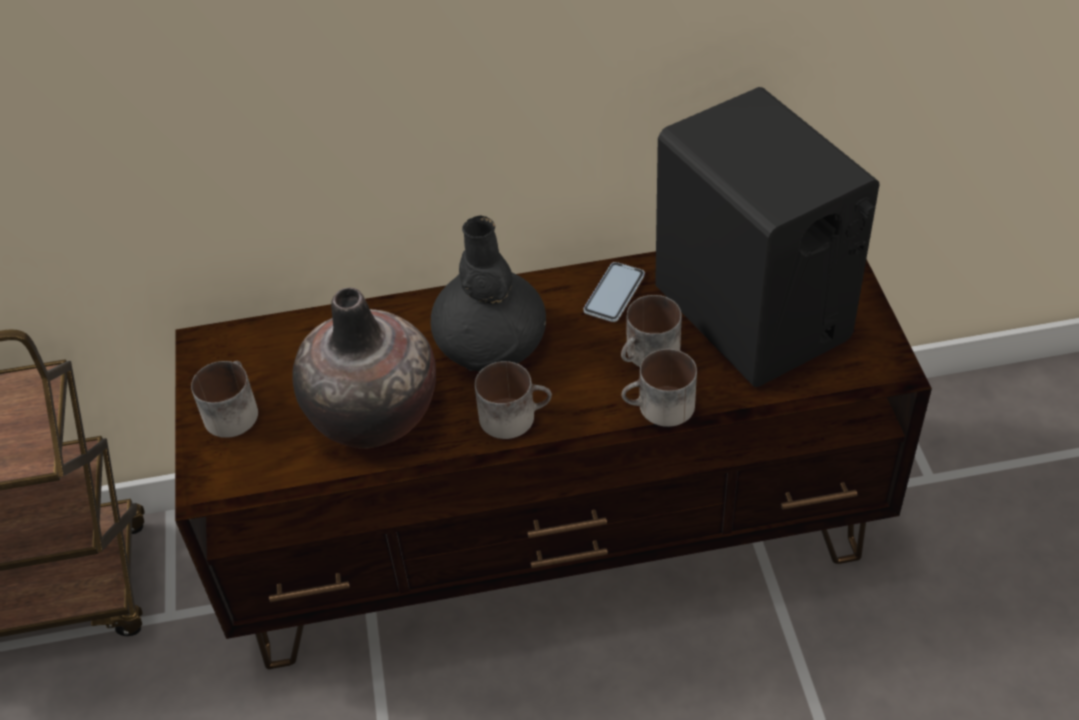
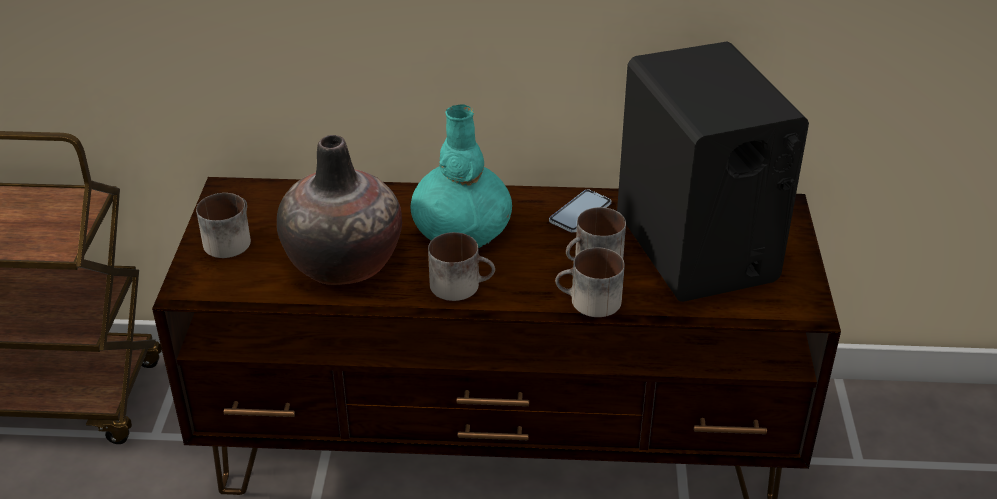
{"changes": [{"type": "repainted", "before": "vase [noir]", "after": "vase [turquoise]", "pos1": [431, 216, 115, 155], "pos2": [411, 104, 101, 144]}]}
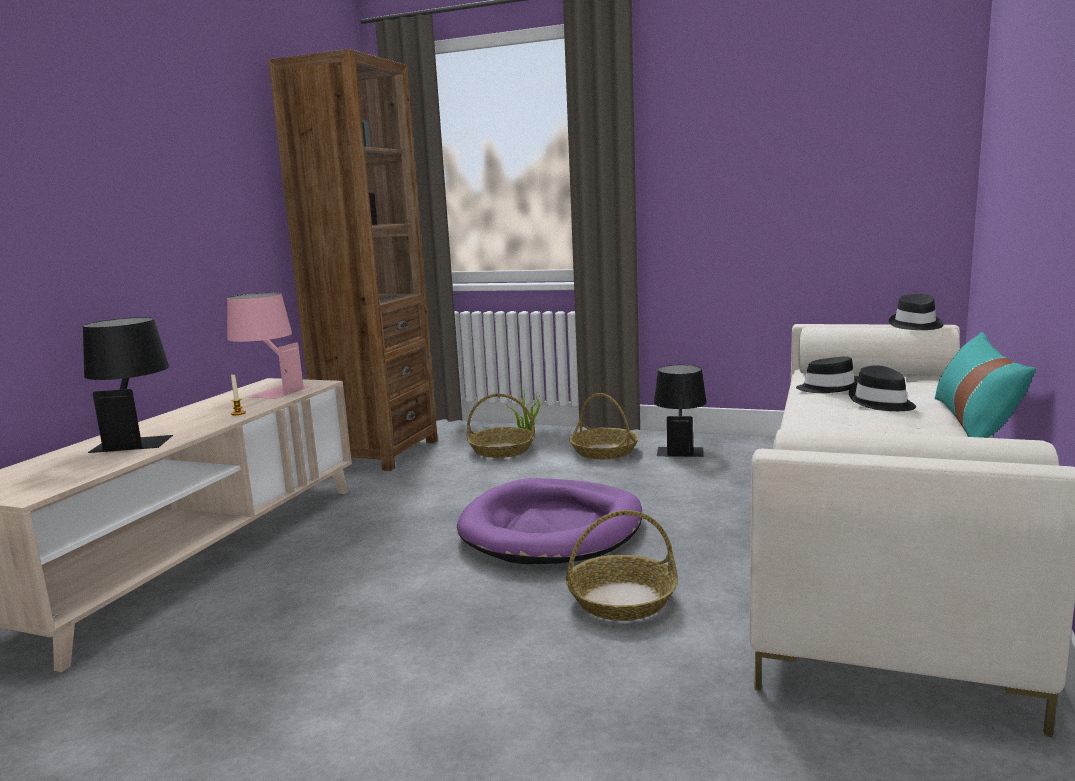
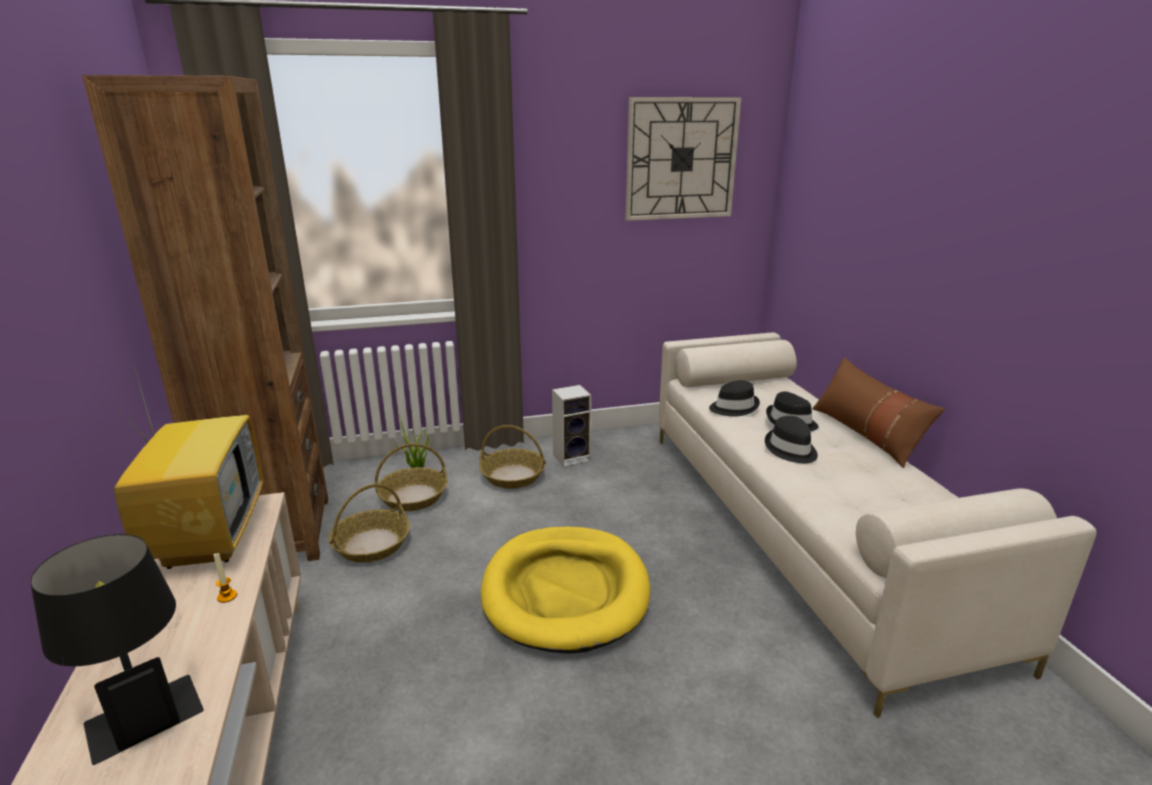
{"changes": [{"type": "new", "after": "horloge murale", "pos2": [625, 97, 116, 124]}, {"type": "shifted", "before": "panier", "pos1": [566, 510, 112, 111], "pos2": [329, 484, 81, 78]}, {"type": "shifted", "before": "chapeau [noir]", "pos1": [889, 294, 54, 36], "pos2": [765, 416, 53, 47]}, {"type": "swapped", "before": "lampe de table [rose]", "after": "téléviseur", "pos1": [227, 293, 84, 106], "pos2": [111, 359, 152, 210]}, {"type": "swapped", "before": "lampe de table [noir]", "after": "enceinte", "pos1": [654, 365, 53, 92], "pos2": [552, 385, 39, 82]}, {"type": "repainted", "before": "panier pour chien [violet]", "after": "panier pour chien [jaune]", "pos1": [457, 478, 185, 86], "pos2": [481, 527, 169, 127]}, {"type": "repainted", "before": "coussin [turquoise]", "after": "coussin [marron]", "pos1": [935, 332, 101, 106], "pos2": [812, 358, 133, 110]}]}
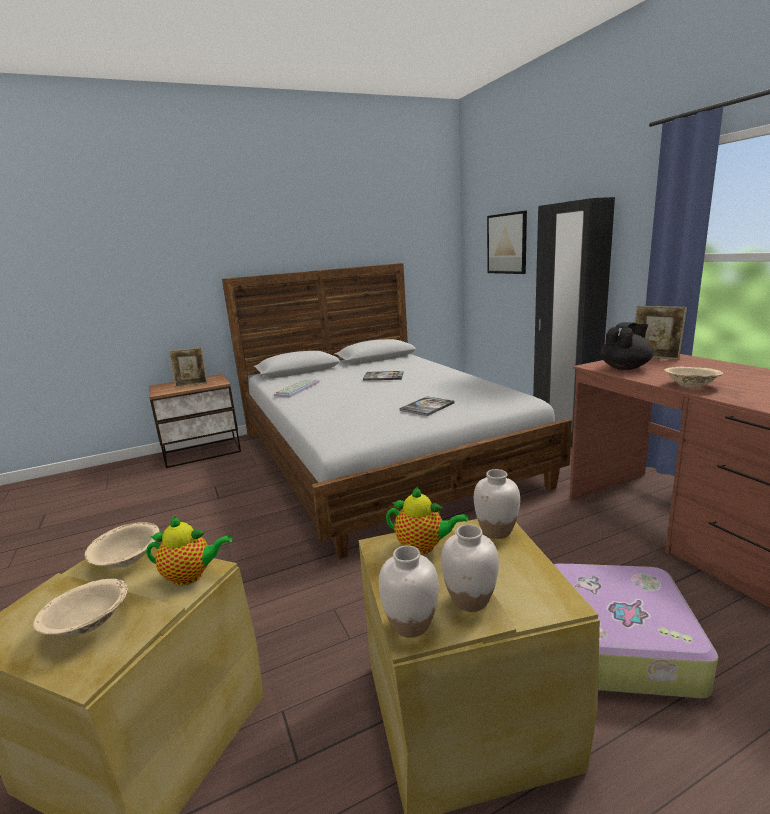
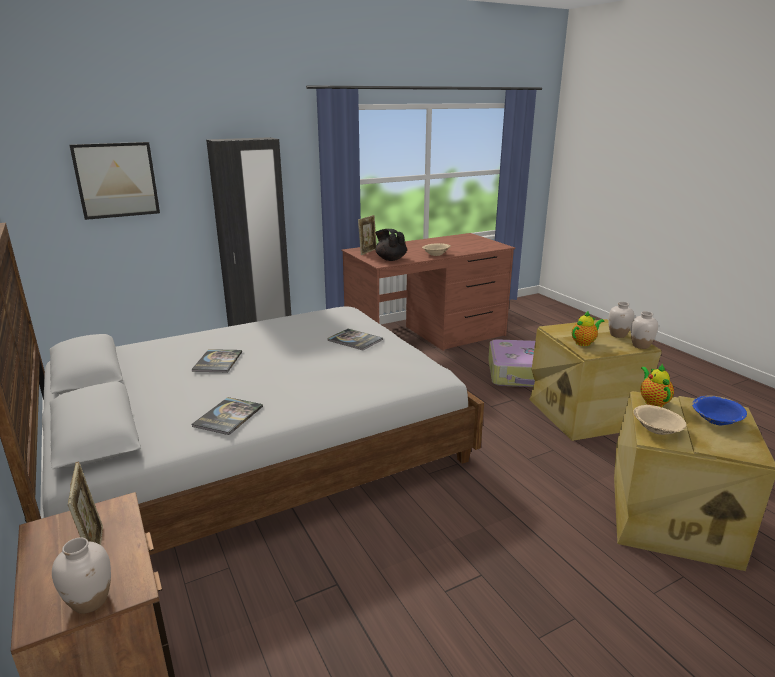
{"changes": [{"type": "shifted", "before": "vase [blanc]", "pos1": [474, 469, 46, 70], "pos2": [52, 538, 59, 76]}, {"type": "swapped", "before": "clavier", "after": "livre", "pos1": [274, 379, 46, 19], "pos2": [192, 397, 71, 38]}, {"type": "repainted", "before": "bol [beige]", "after": "bol [bleu]", "pos1": [33, 579, 95, 58], "pos2": [692, 396, 55, 29]}, {"type": "rotated", "before": "théière", "pos1": [386, 487, 82, 68], "pos2": [572, 311, 32, 35], "turn": 45}]}
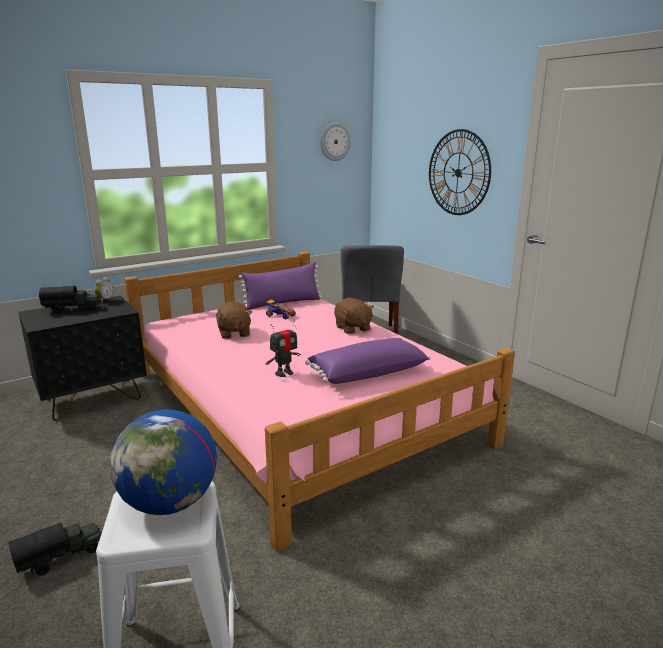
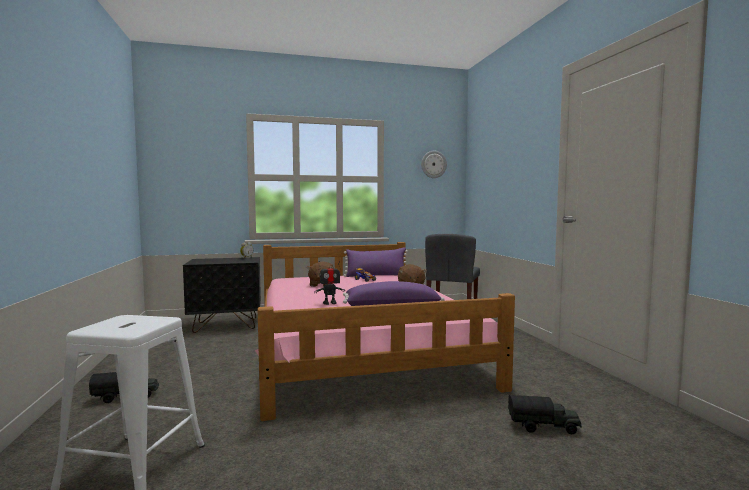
{"changes": [{"type": "gone", "before": "globe", "pos1": [110, 409, 107, 106]}, {"type": "gone", "before": "horloge murale", "pos1": [429, 129, 62, 86]}, {"type": "shifted", "before": "camion jouet", "pos1": [39, 286, 63, 28], "pos2": [508, 395, 74, 39]}]}
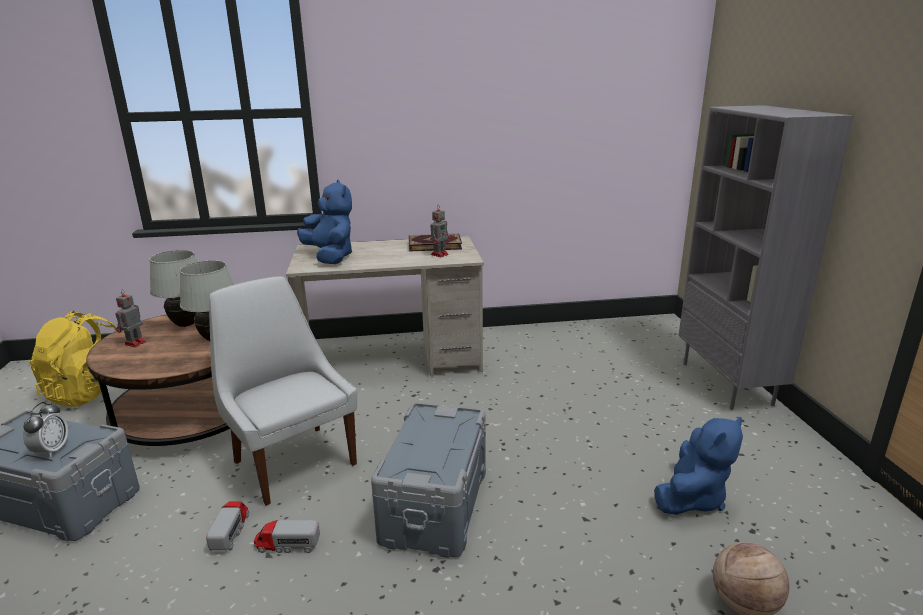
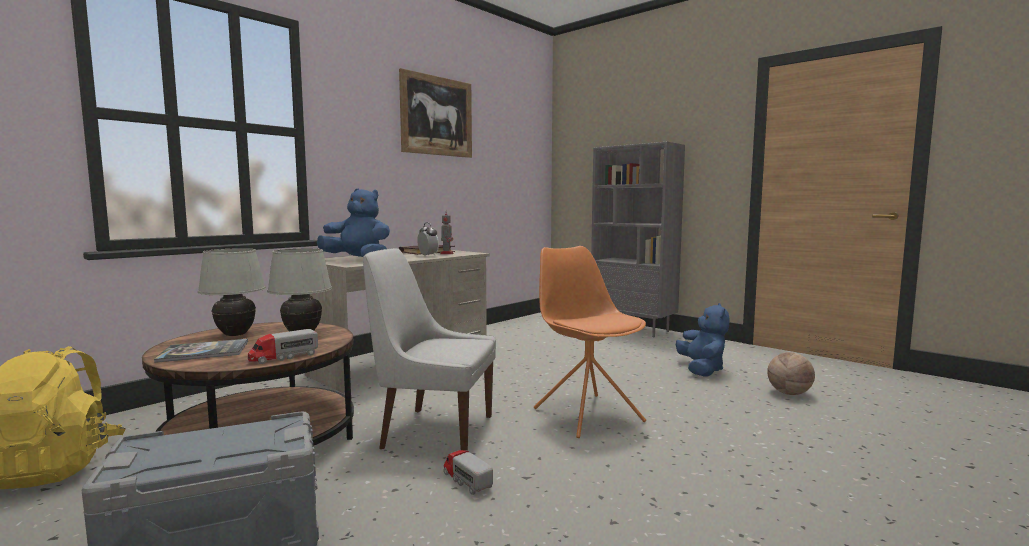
{"changes": [{"type": "new", "after": "tableau", "pos2": [399, 68, 73, 90]}, {"type": "shifted", "before": "réveil", "pos1": [23, 402, 45, 55], "pos2": [417, 222, 22, 34]}, {"type": "shifted", "before": "camion jouet", "pos1": [254, 520, 66, 33], "pos2": [248, 329, 70, 35]}, {"type": "swapped", "before": "robot jouet", "after": "livre", "pos1": [116, 289, 30, 58], "pos2": [154, 339, 94, 24]}, {"type": "swapped", "before": "boîte de rangement [gris]", "after": "chaise [orange]", "pos1": [371, 402, 115, 156], "pos2": [534, 246, 112, 192]}]}
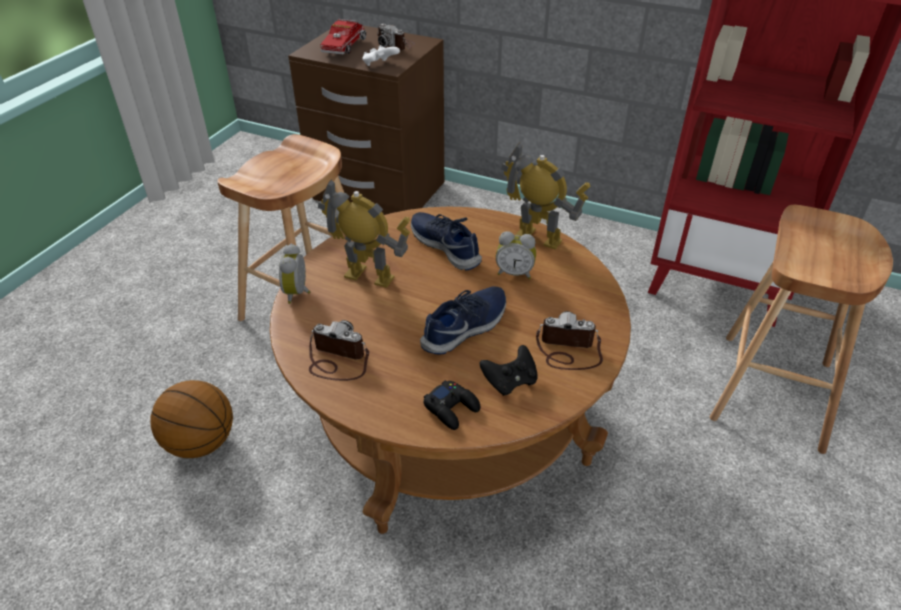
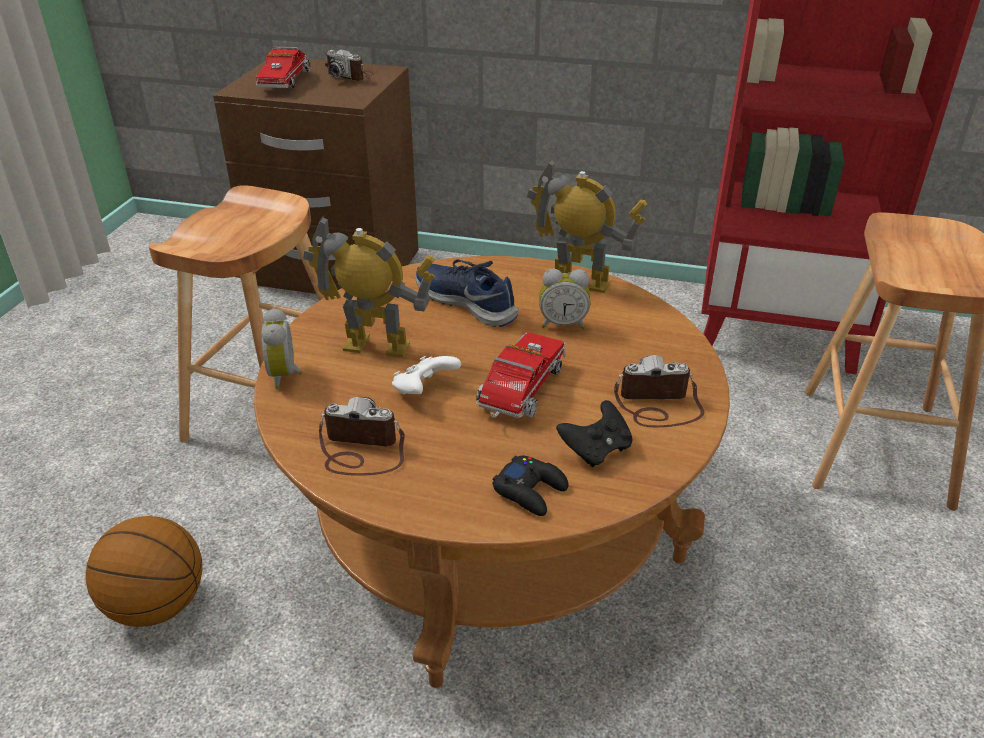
{"changes": [{"type": "shifted", "before": "manette [blanc]", "pos1": [362, 45, 38, 21], "pos2": [392, 356, 69, 38]}, {"type": "swapped", "before": "chaussure [bleu]", "after": "camion jouet", "pos1": [420, 287, 86, 67], "pos2": [476, 332, 90, 86]}]}
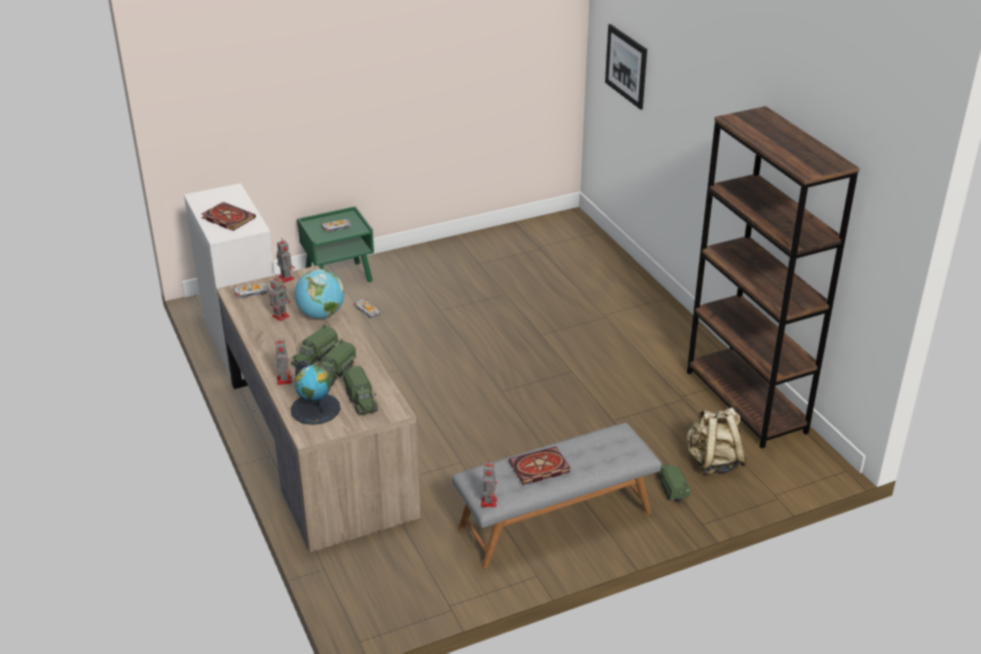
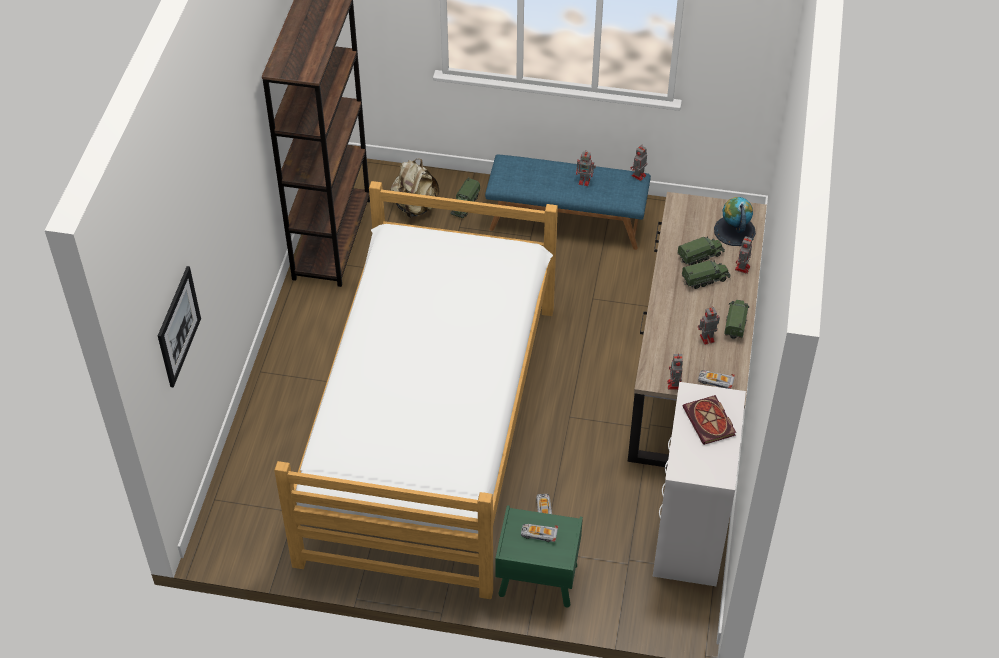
{"changes": [{"type": "gone", "before": "globe", "pos1": [295, 269, 49, 50]}, {"type": "new", "after": "lit", "pos2": [274, 181, 284, 418]}, {"type": "shifted", "before": "camion jouet", "pos1": [343, 366, 35, 49], "pos2": [724, 300, 25, 40]}, {"type": "swapped", "before": "livre", "after": "robot jouet", "pos1": [509, 446, 61, 39], "pos2": [576, 150, 20, 36]}, {"type": "repainted", "before": "banc [gris]", "after": "banc [bleu]", "pos1": [452, 423, 210, 146], "pos2": [485, 154, 166, 96]}]}
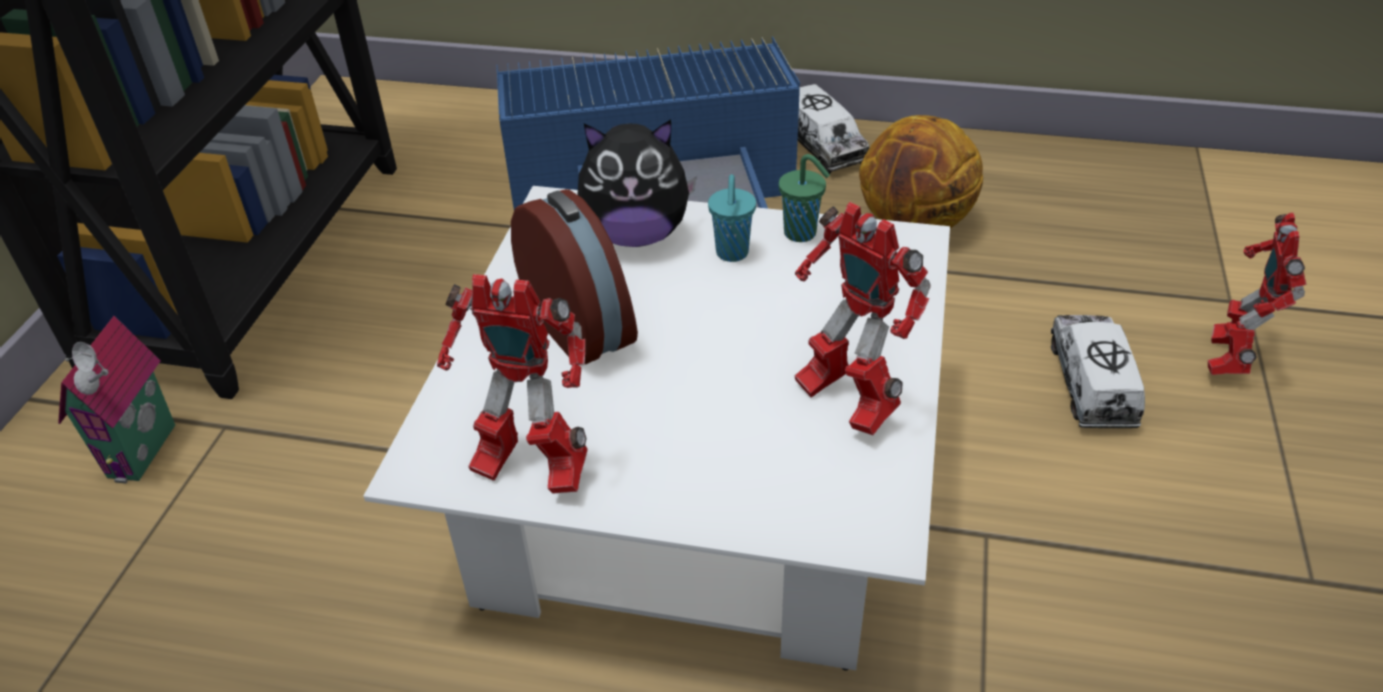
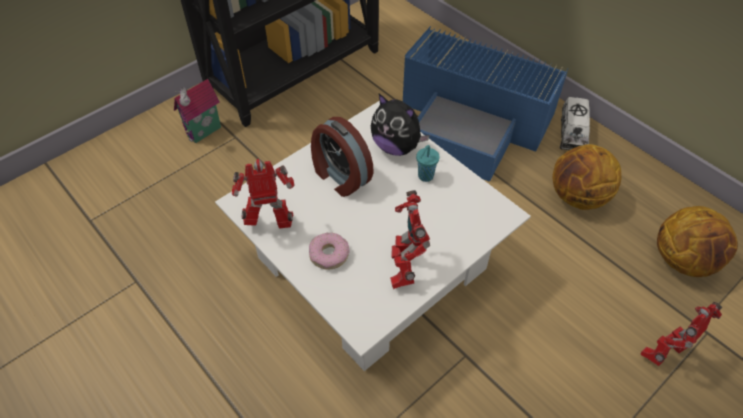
{"changes": [{"type": "gone", "before": "tasse [vert]", "pos1": [779, 154, 51, 88]}, {"type": "gone", "before": "camion jouet", "pos1": [1051, 315, 94, 113]}, {"type": "new", "after": "beignet", "pos2": [309, 233, 41, 37]}, {"type": "new", "after": "ballon de basket", "pos2": [657, 206, 81, 71]}, {"type": "rotated", "before": "robot jouet", "pos1": [437, 274, 151, 220], "pos2": [232, 159, 63, 70], "turn": 120}, {"type": "rotated", "before": "réveil", "pos1": [511, 189, 127, 177], "pos2": [311, 117, 62, 80], "turn": 135}]}
